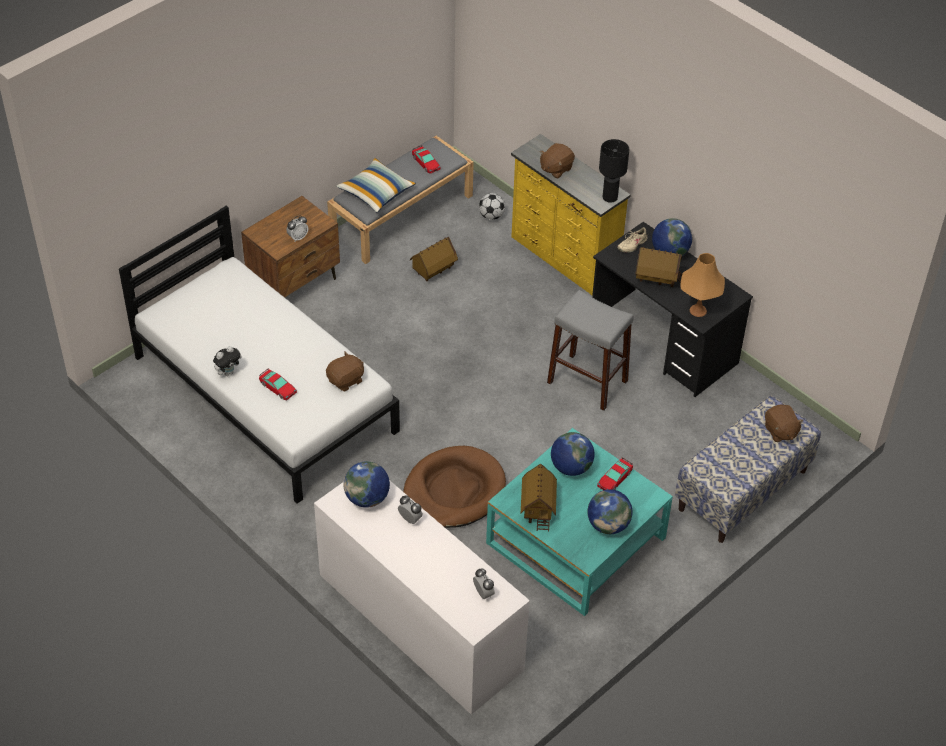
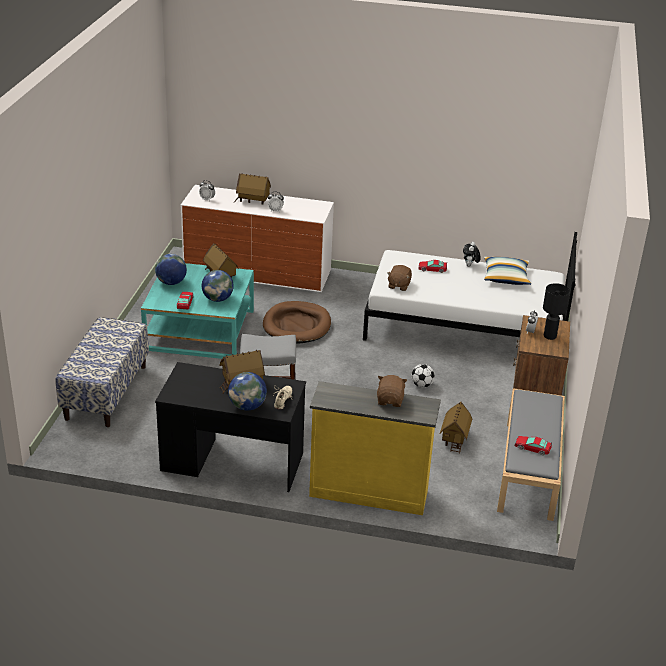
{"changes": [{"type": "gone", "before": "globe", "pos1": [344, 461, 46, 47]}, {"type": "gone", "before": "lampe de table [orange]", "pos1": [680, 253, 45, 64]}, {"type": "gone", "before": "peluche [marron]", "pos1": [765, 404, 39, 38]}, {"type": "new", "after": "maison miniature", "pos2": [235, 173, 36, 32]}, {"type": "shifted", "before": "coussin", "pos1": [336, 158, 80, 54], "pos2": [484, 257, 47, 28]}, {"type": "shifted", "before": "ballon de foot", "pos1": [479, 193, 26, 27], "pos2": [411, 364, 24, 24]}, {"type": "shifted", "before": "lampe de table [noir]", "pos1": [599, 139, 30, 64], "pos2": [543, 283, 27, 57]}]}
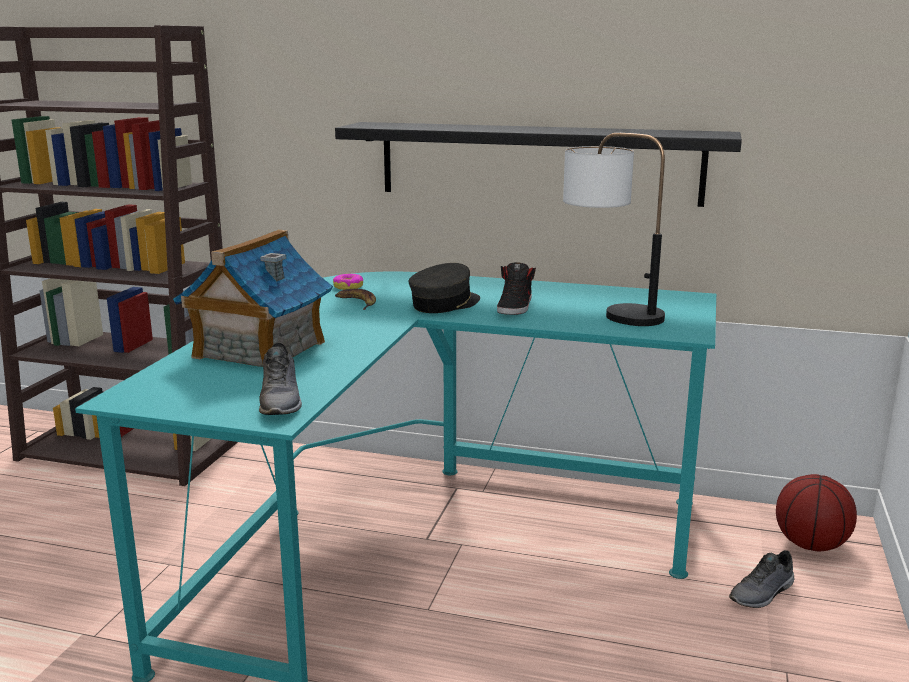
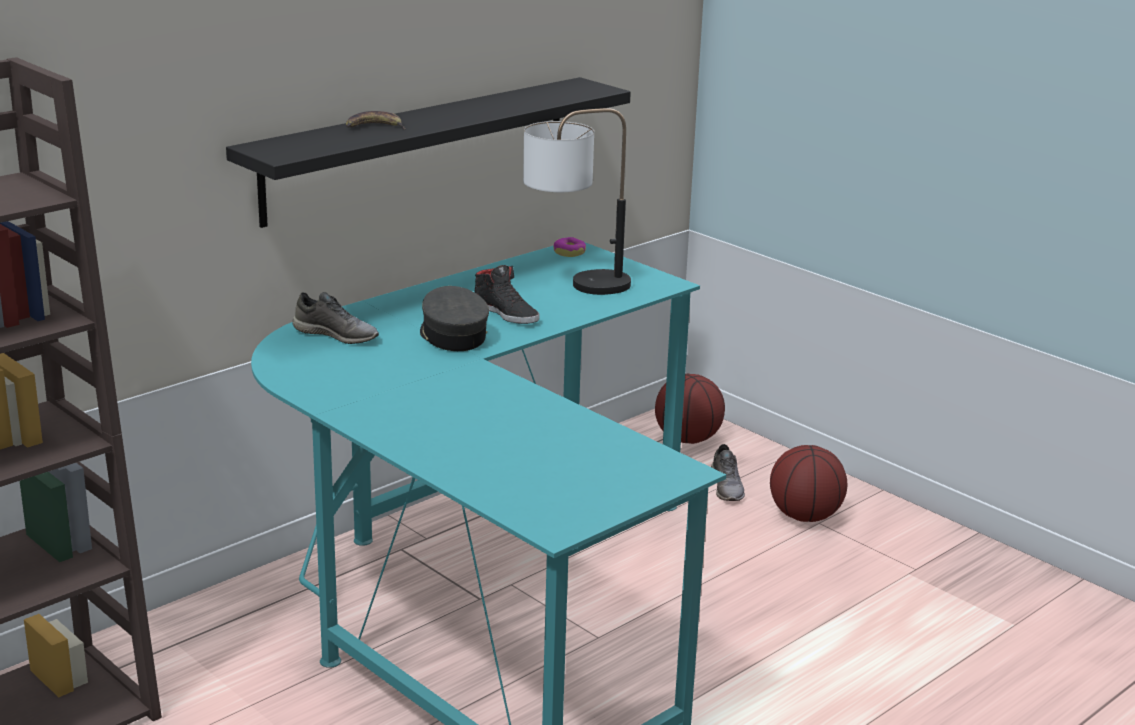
{"changes": [{"type": "gone", "before": "maison miniature", "pos1": [173, 230, 160, 137]}, {"type": "new", "after": "ballon de basket", "pos2": [770, 445, 77, 77]}, {"type": "shifted", "before": "chaussure [gris]", "pos1": [259, 342, 43, 73], "pos2": [292, 292, 87, 52]}, {"type": "shifted", "before": "beignet", "pos1": [333, 274, 30, 16], "pos2": [553, 237, 33, 20]}, {"type": "shifted", "before": "banane", "pos1": [335, 289, 41, 21], "pos2": [346, 111, 61, 18]}]}
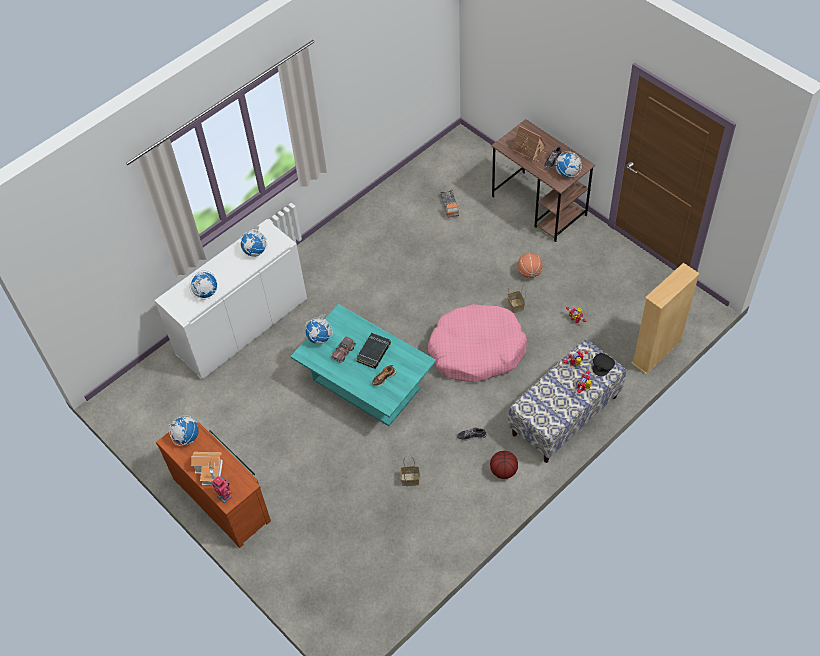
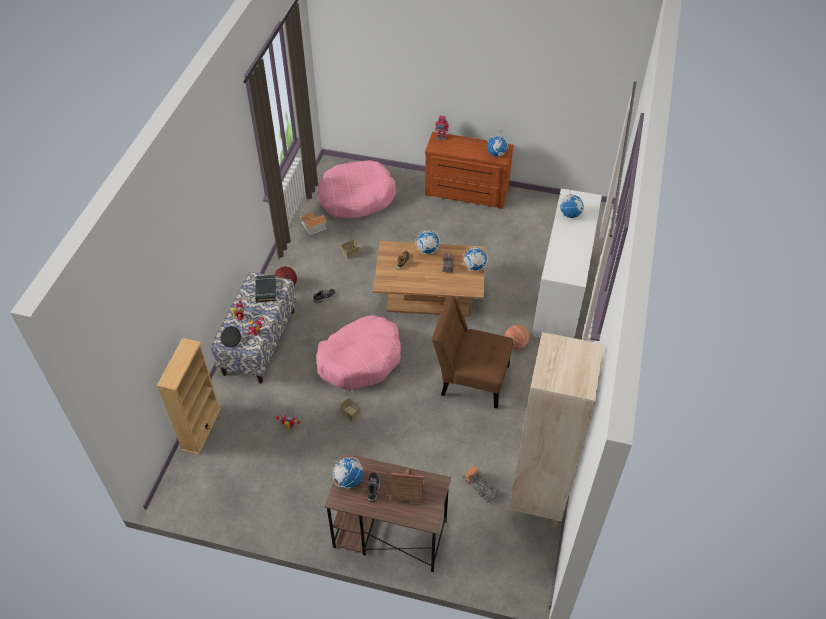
{"changes": [{"type": "new", "after": "panier pour chien [rose]", "pos2": [317, 160, 79, 59]}, {"type": "new", "after": "chaise [marron]", "pos2": [432, 295, 81, 114]}, {"type": "new", "after": "bibliothèque [beige]", "pos2": [509, 332, 95, 196]}, {"type": "shifted", "before": "maison miniature", "pos1": [191, 452, 32, 34], "pos2": [299, 209, 28, 26]}, {"type": "shifted", "before": "globe", "pos1": [240, 226, 28, 31], "pos2": [415, 230, 25, 24]}, {"type": "shifted", "before": "livre [noir]", "pos1": [356, 333, 35, 36], "pos2": [255, 275, 21, 27]}, {"type": "shifted", "before": "ballon de basket", "pos1": [517, 253, 25, 25], "pos2": [505, 325, 24, 25]}, {"type": "repainted", "before": "table basse [turquoise]", "after": "table basse [marron]", "pos1": [290, 304, 146, 122], "pos2": [373, 241, 112, 76]}]}
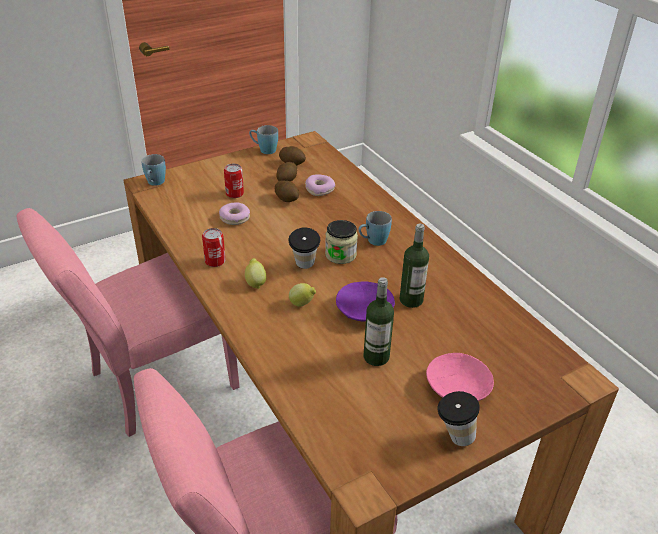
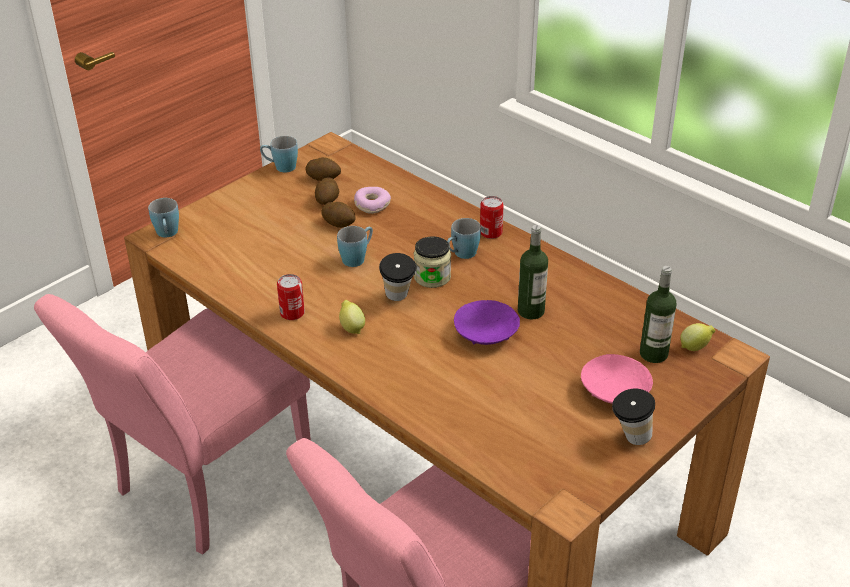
{"changes": [{"type": "gone", "before": "beignet", "pos1": [219, 202, 31, 23]}, {"type": "new", "after": "mug [bleu]", "pos2": [337, 226, 36, 41]}, {"type": "shifted", "before": "boîte métallique", "pos1": [224, 164, 20, 34], "pos2": [480, 196, 24, 43]}, {"type": "shifted", "before": "citron", "pos1": [289, 283, 27, 23], "pos2": [680, 323, 35, 28]}, {"type": "shifted", "before": "bouteille", "pos1": [363, 277, 31, 89], "pos2": [640, 266, 37, 97]}]}
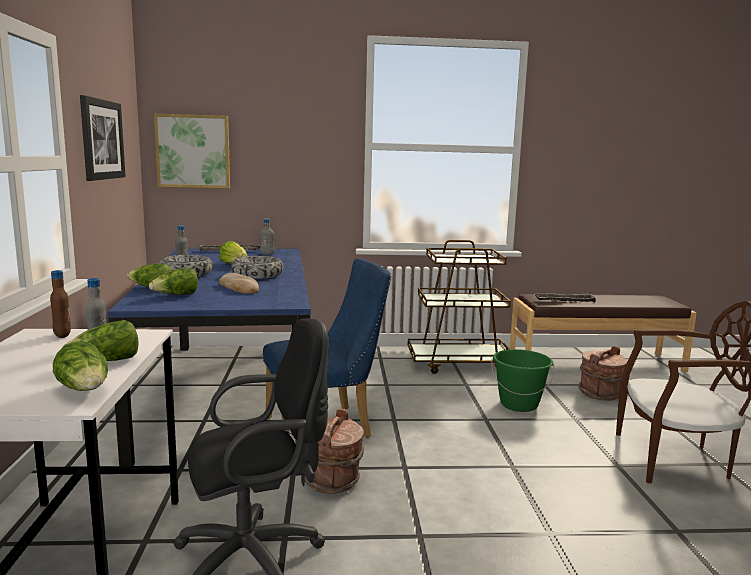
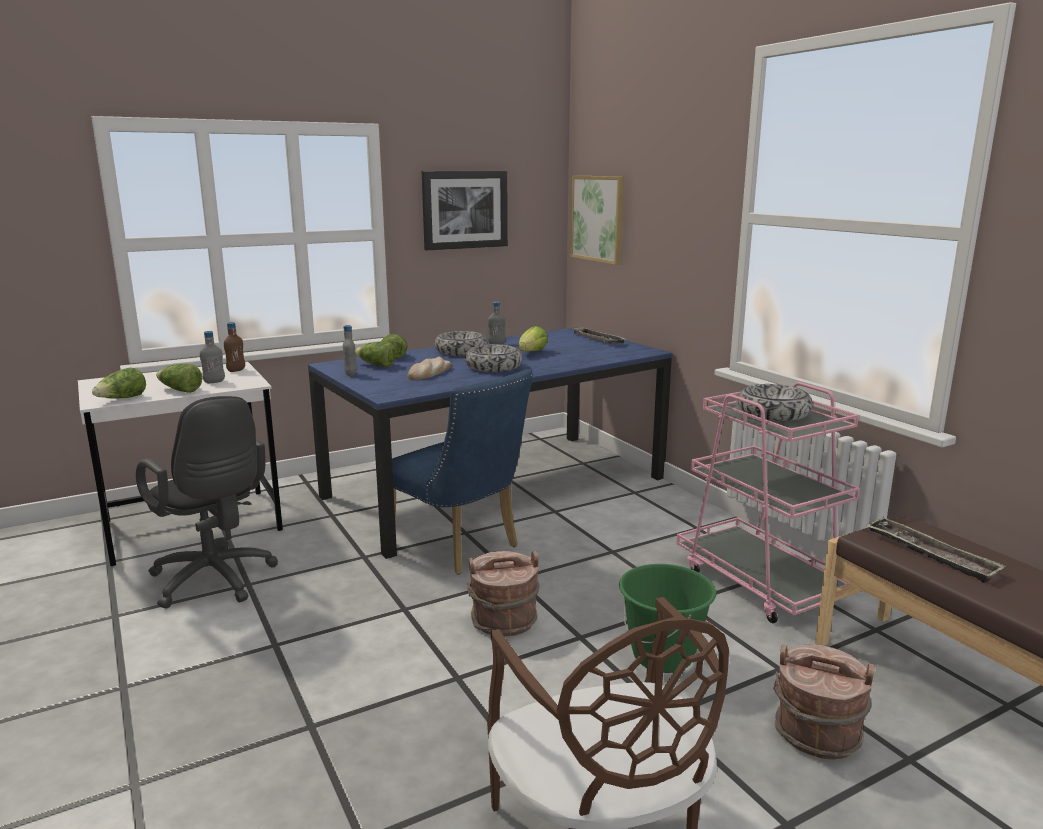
{"changes": [{"type": "new", "after": "bol", "pos2": [738, 384, 75, 37]}, {"type": "shifted", "before": "bouteille [gris]", "pos1": [260, 219, 14, 36], "pos2": [343, 325, 14, 51]}, {"type": "shifted", "before": "seau [marron]", "pos1": [304, 408, 60, 86], "pos2": [467, 551, 73, 86]}, {"type": "repainted", "before": "chariot [marron]", "after": "chariot [rose]", "pos1": [408, 240, 103, 134], "pos2": [676, 382, 184, 241]}]}
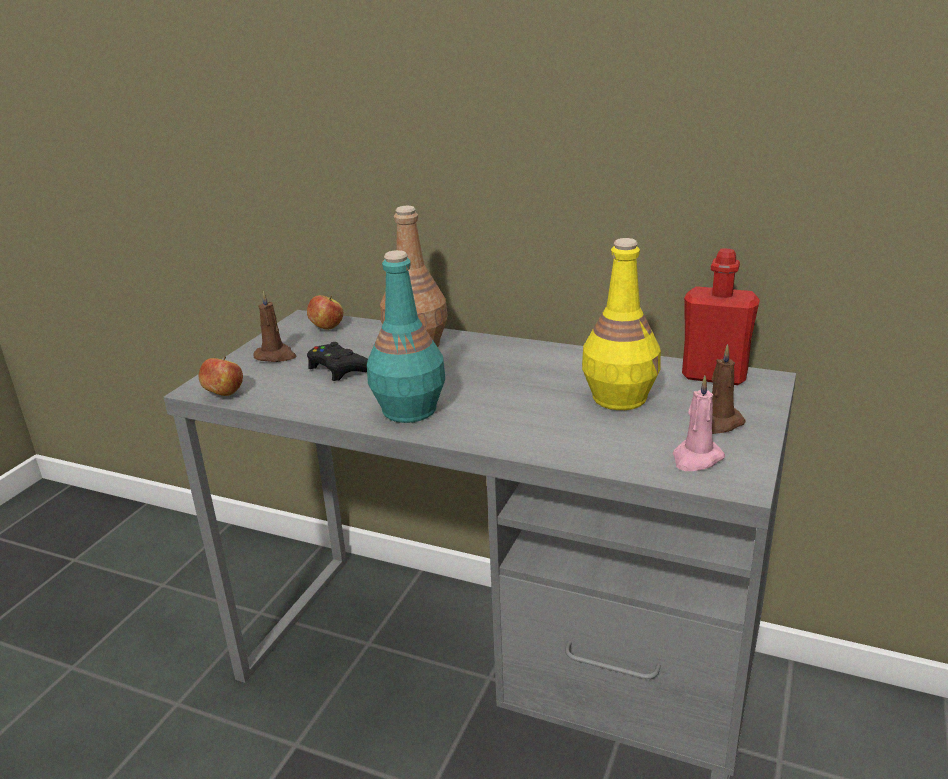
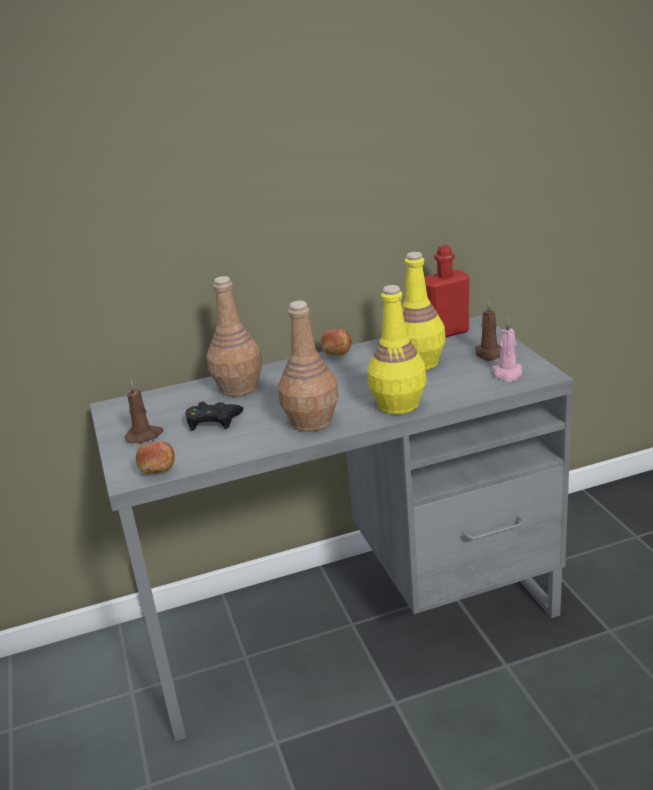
{"changes": [{"type": "new", "after": "bouteille [jaune]", "pos2": [367, 285, 60, 130]}, {"type": "shifted", "before": "pomme", "pos1": [307, 295, 36, 35], "pos2": [321, 327, 31, 28]}, {"type": "repainted", "before": "bouteille [turquoise]", "after": "bouteille [marron]", "pos1": [367, 250, 78, 173], "pos2": [278, 301, 61, 131]}]}
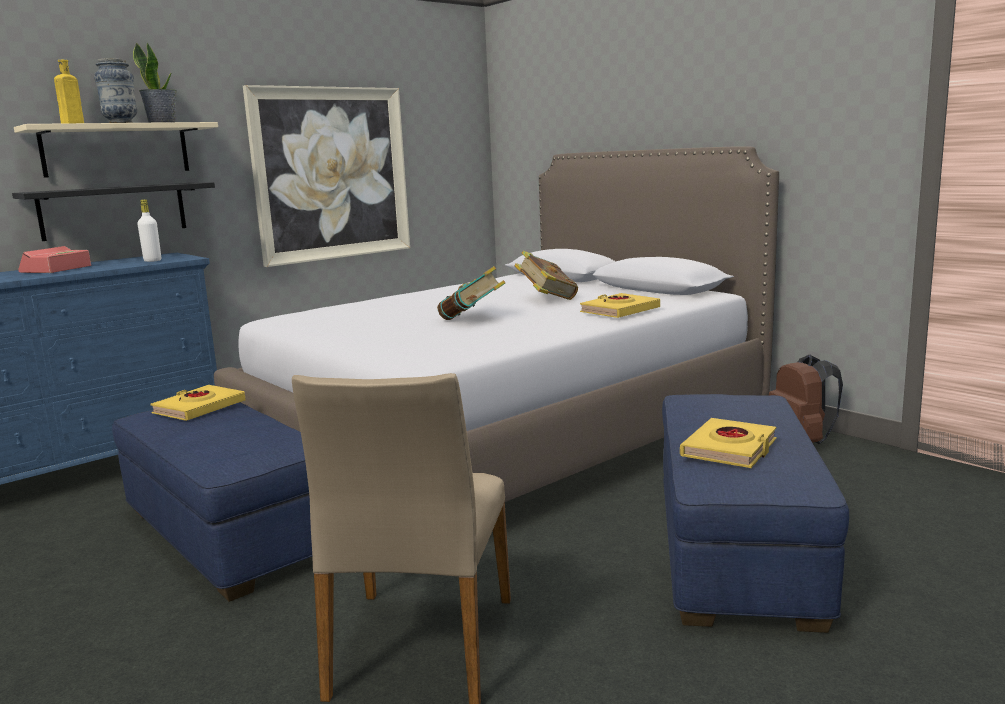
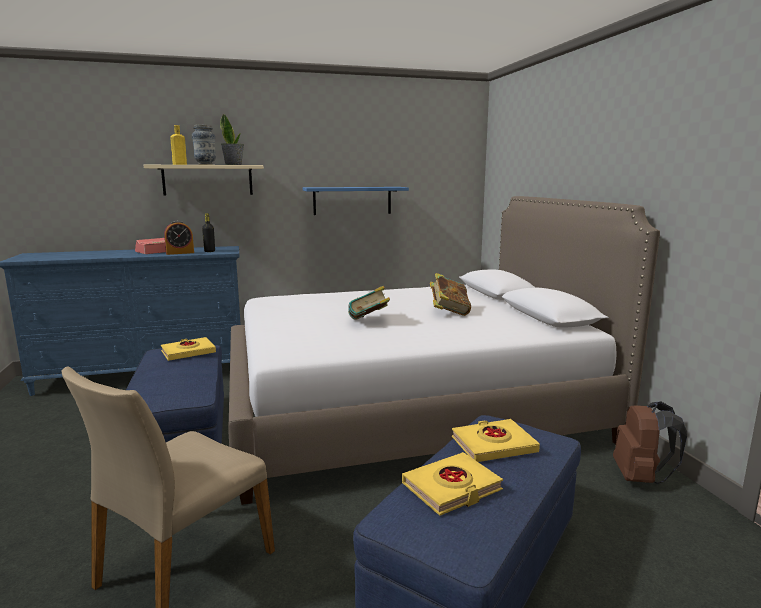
{"changes": [{"type": "gone", "before": "étagère [noir]", "pos1": [12, 182, 203, 59]}, {"type": "new", "after": "réveil", "pos2": [164, 221, 30, 34]}, {"type": "shifted", "before": "livre [jaune]", "pos1": [580, 293, 80, 25], "pos2": [452, 419, 88, 43]}, {"type": "swapped", "before": "tableau", "after": "étagère [bleu]", "pos1": [243, 85, 167, 182], "pos2": [303, 187, 106, 28]}, {"type": "repainted", "before": "bouteille [blanc]", "after": "bouteille [noir]", "pos1": [137, 200, 24, 62], "pos2": [202, 213, 13, 39]}]}
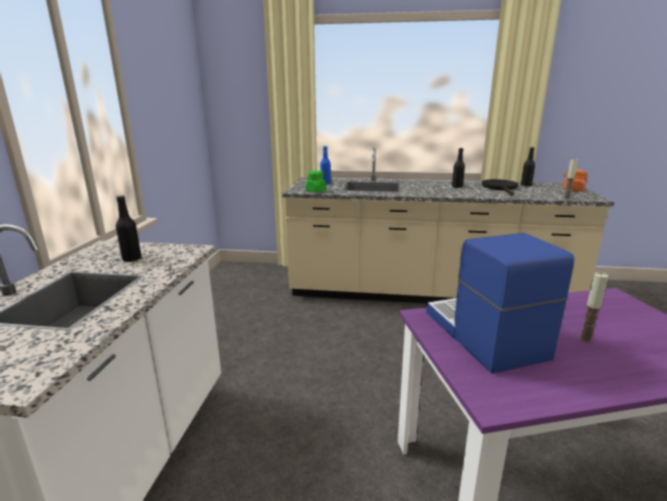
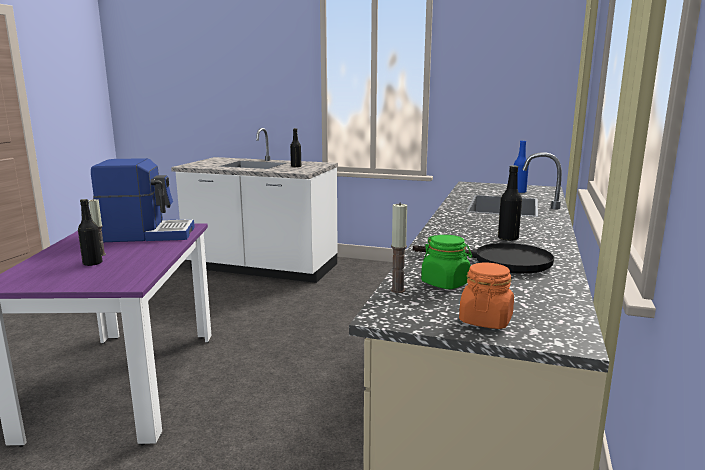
{"changes": [{"type": "shifted", "before": "bocal [vert]", "pos1": [306, 170, 20, 22], "pos2": [421, 235, 51, 54]}, {"type": "shifted", "before": "bouteille [noir]", "pos1": [521, 147, 14, 39], "pos2": [78, 199, 24, 67]}]}
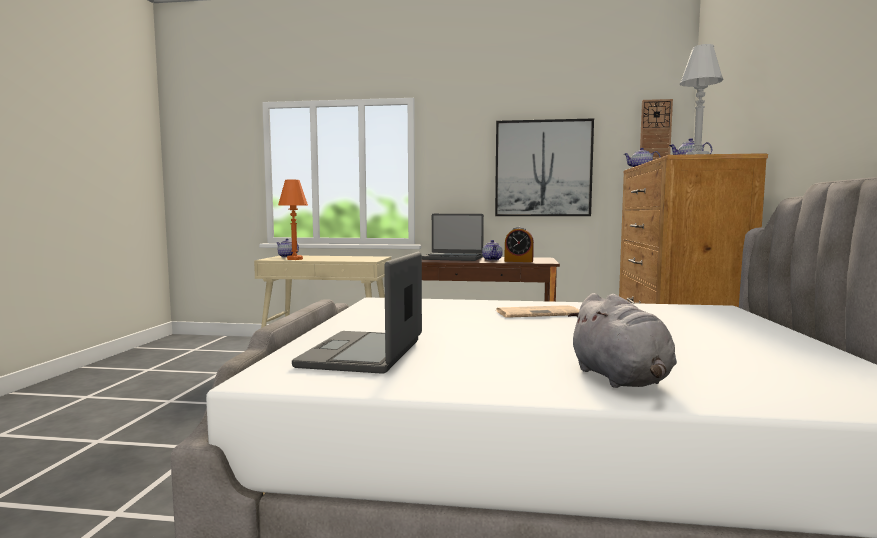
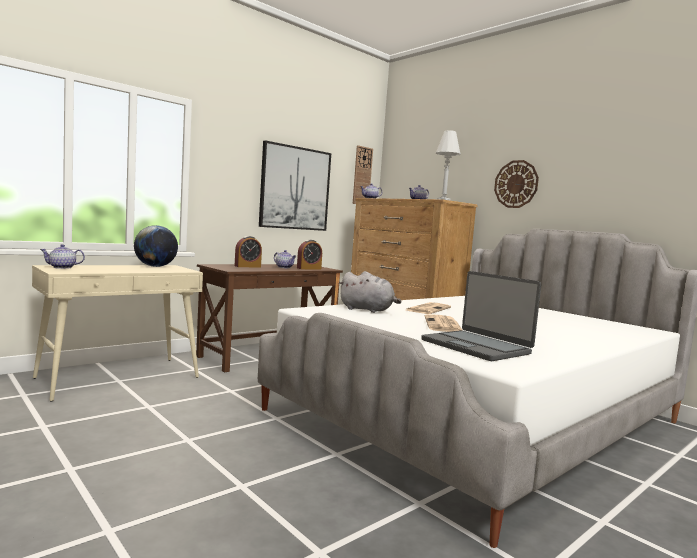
{"changes": [{"type": "gone", "before": "lampe de table [orange]", "pos1": [278, 180, 30, 80]}, {"type": "new", "after": "globe", "pos2": [134, 225, 44, 42]}, {"type": "new", "after": "journal", "pos2": [425, 314, 38, 18]}, {"type": "new", "after": "horloge murale", "pos2": [494, 160, 45, 48]}, {"type": "shifted", "before": "peluche [gris]", "pos1": [568, 293, 109, 95], "pos2": [338, 271, 63, 42]}, {"type": "swapped", "before": "ordinateur portable", "after": "réveil", "pos1": [422, 214, 62, 47], "pos2": [235, 236, 27, 31]}]}
